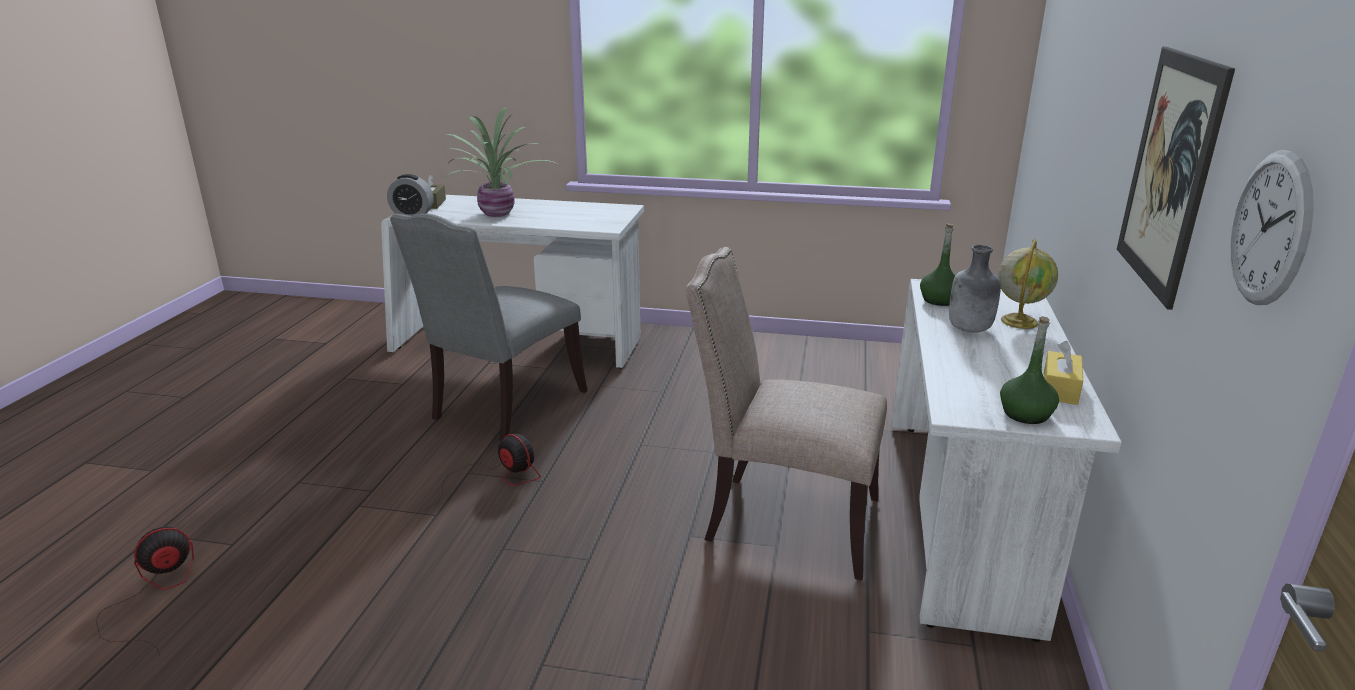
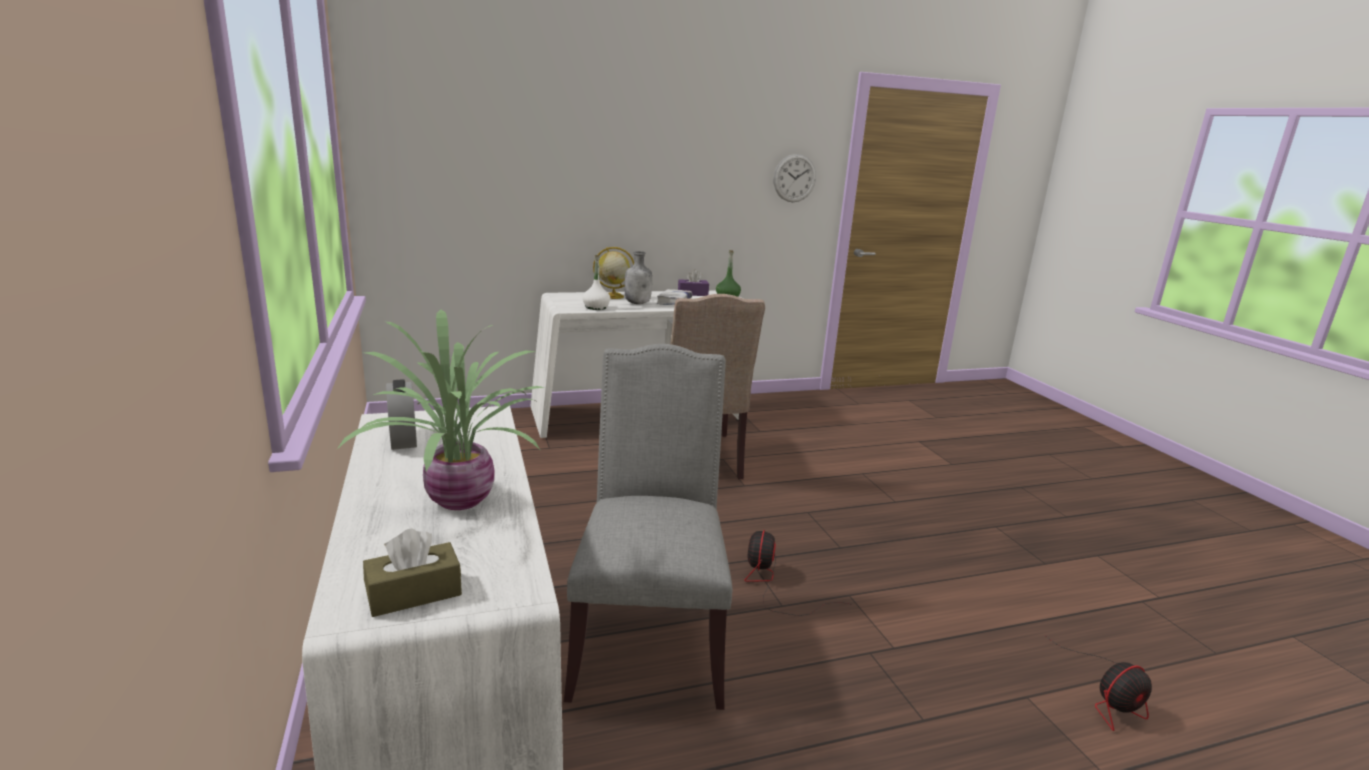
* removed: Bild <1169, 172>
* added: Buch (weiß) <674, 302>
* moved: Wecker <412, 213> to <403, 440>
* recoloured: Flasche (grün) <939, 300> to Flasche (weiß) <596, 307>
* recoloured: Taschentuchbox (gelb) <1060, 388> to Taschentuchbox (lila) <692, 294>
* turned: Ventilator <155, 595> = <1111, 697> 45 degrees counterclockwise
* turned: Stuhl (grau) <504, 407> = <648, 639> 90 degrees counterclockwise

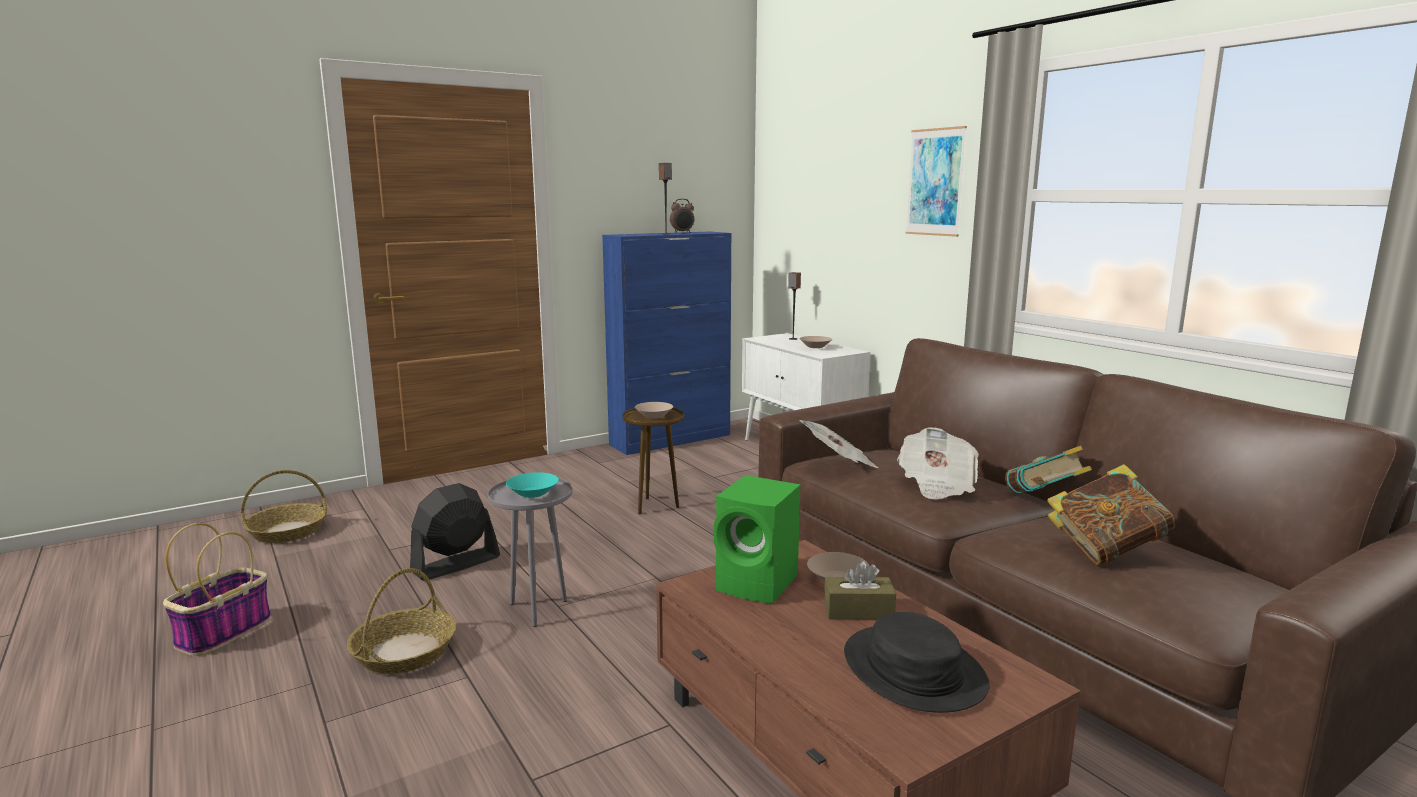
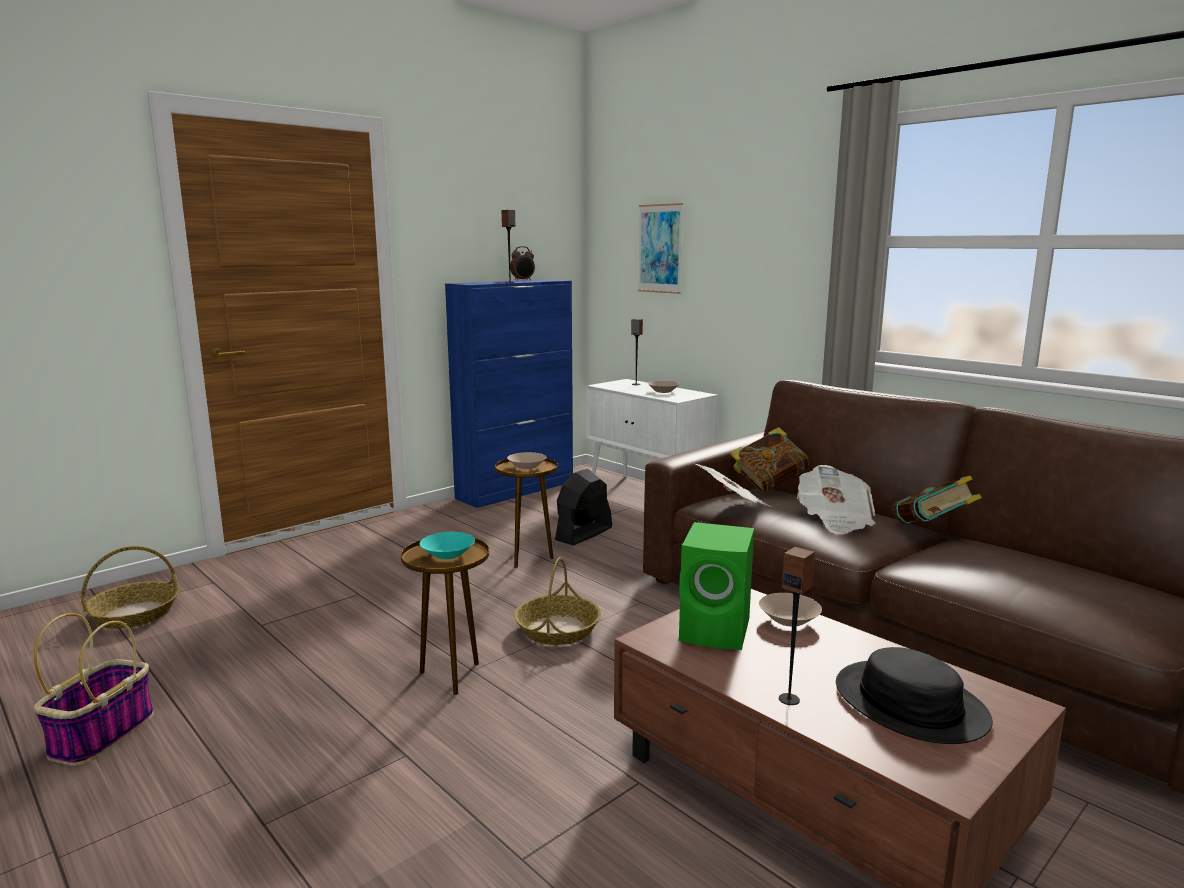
* removed: Taschentuchbox (braun) <858, 610>
* added: Lautsprecher <789, 699>
* moved: Korb <404, 653> to <558, 630>
* moved: Ventilator (schwarz) <455, 564> to <583, 534>
* moved: Bild <935, 182> to <660, 248>
* moved: Buch <1105, 551> to <768, 485>
* recoloured: Beistelltisch (grau) <537, 610> to Beistelltisch (braun) <451, 676>

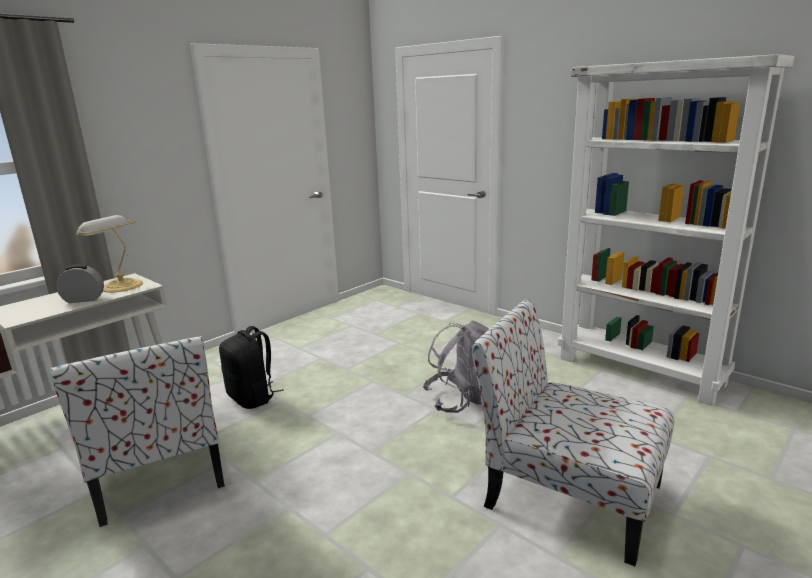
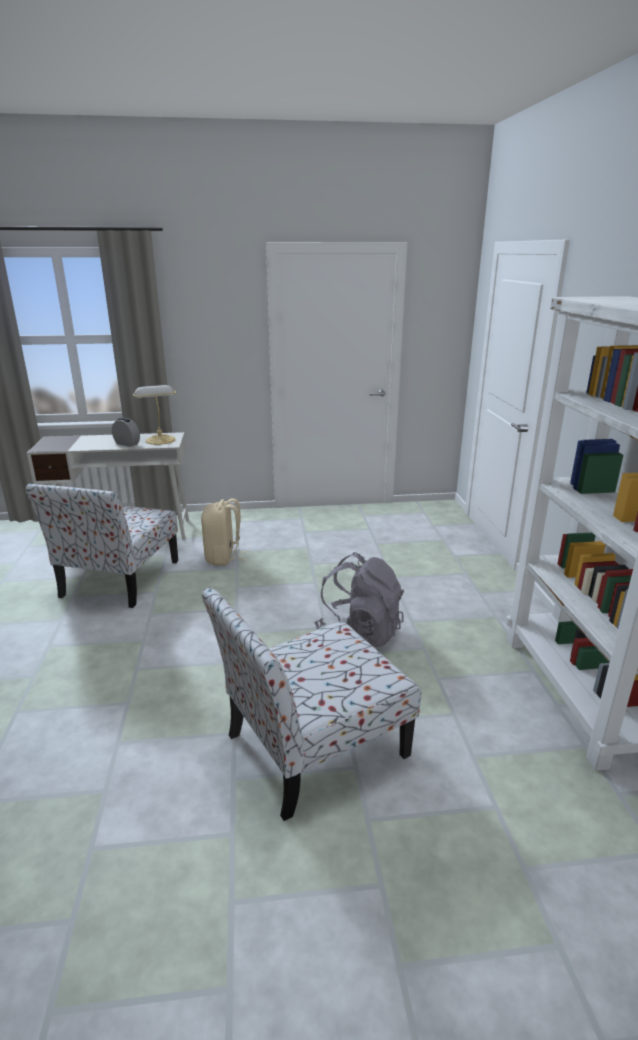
* recoloured: Rucksack (schwarz) <252, 398> to Rucksack (beige) <224, 557>
* turned: Stuhl <568, 494> = <313, 747> 105 degrees counterclockwise

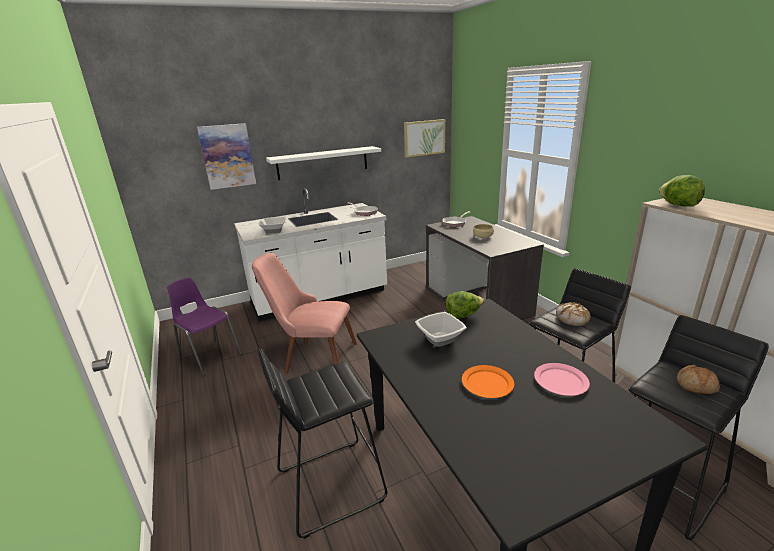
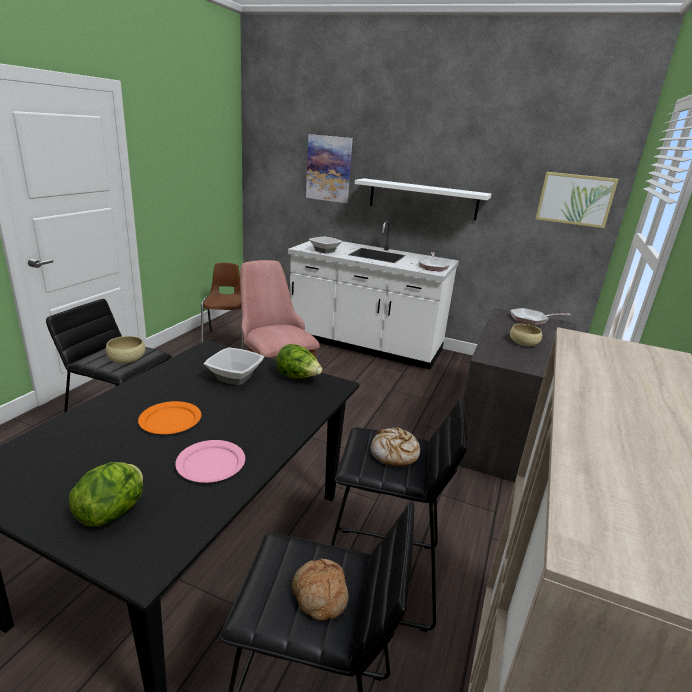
* added: Schüssel (beige) <126, 359>
* moved: Salatkopf <678, 205> to <113, 512>
* recoloured: Stuhl (lila) <210, 356> to Stuhl (braun) <225, 339>

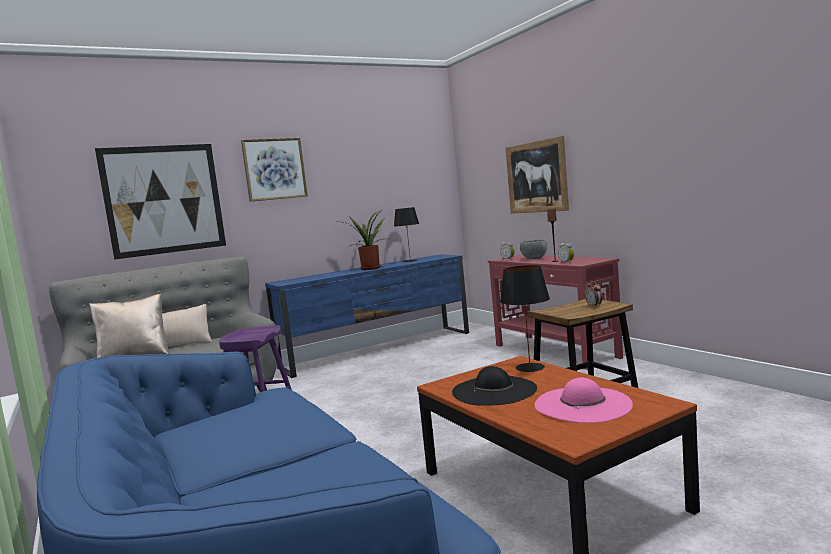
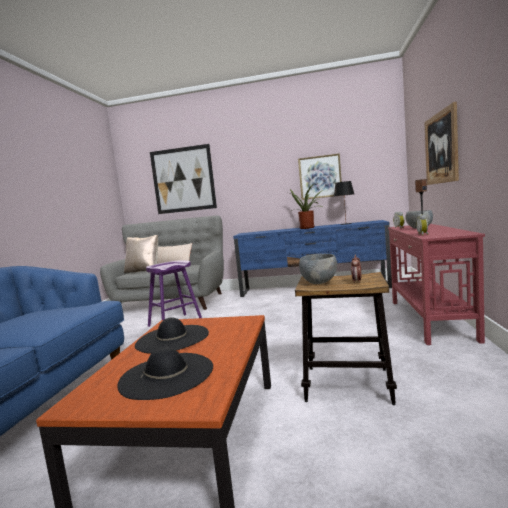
* removed: Tischlampe (schwarz) <530, 367>
* added: Schüssel (grau) <319, 282>
* moved: Bild <274, 169> to <320, 177>
* recoloured: Hut (rosa) <582, 404> to Hut (schwarz) <167, 374>

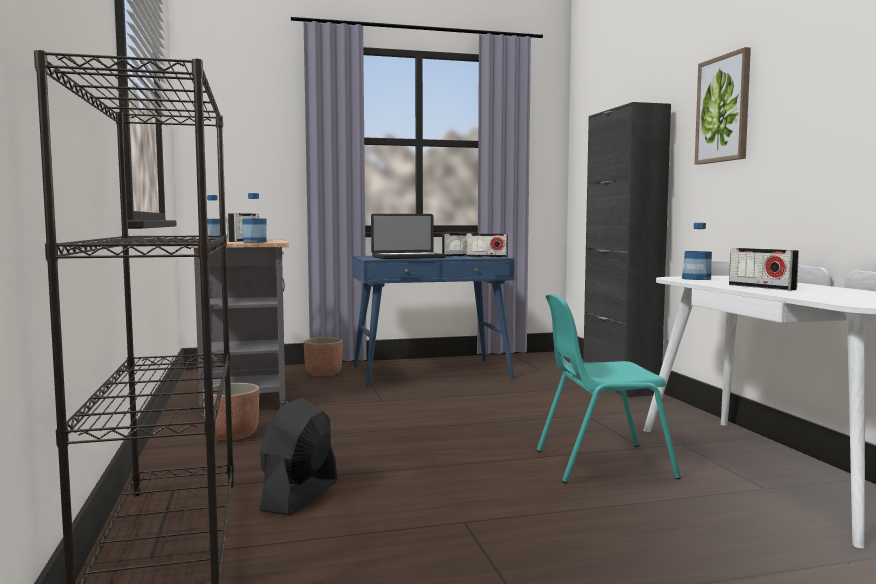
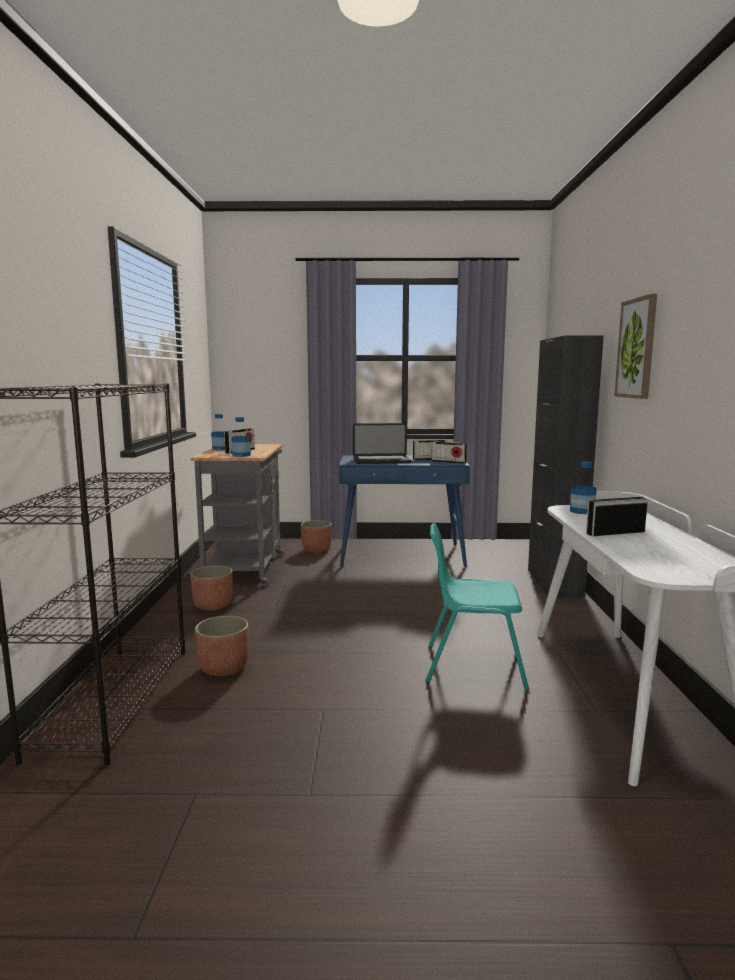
* replaced: Ventilator (schwarz) <300, 495> to Pflanzkübel <223, 668>
* turned: Radio <761, 287> = <615, 533> 90 degrees clockwise

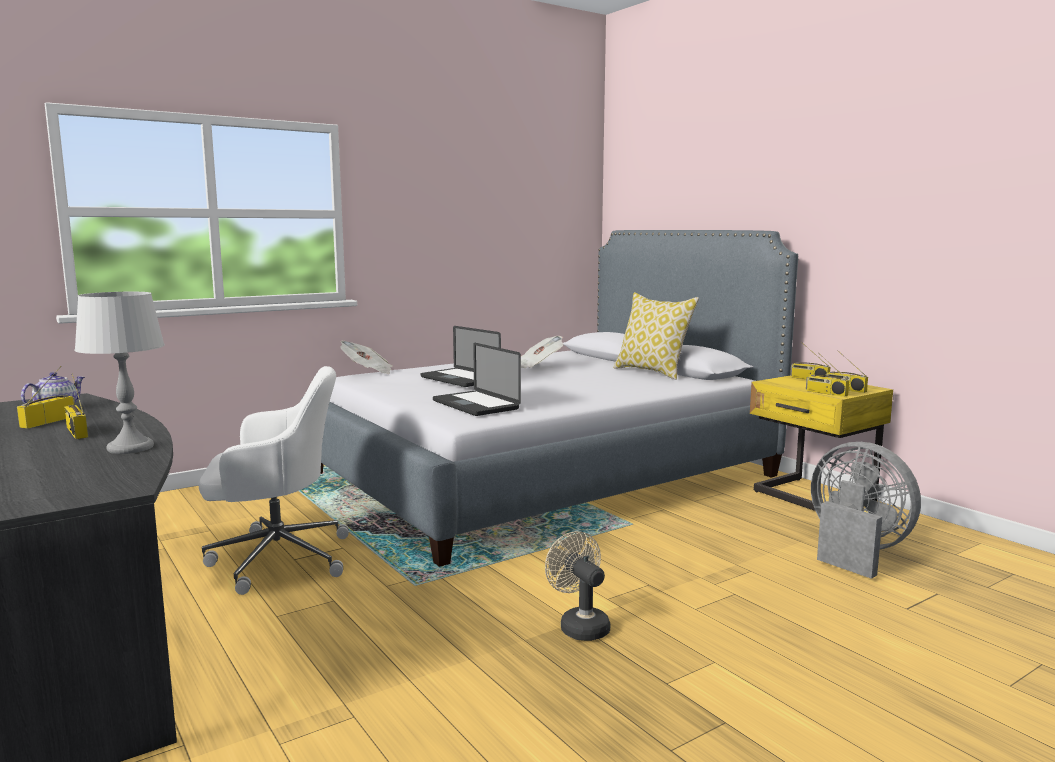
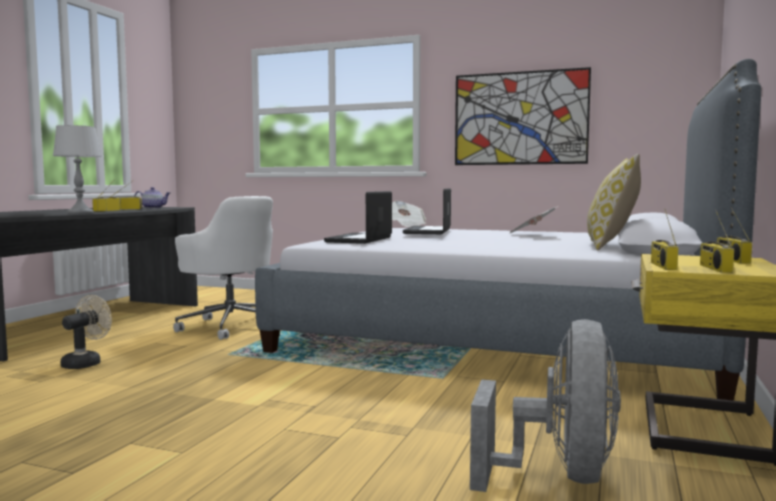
* added: Bild <520, 118>
* moved: Ventilator (beige) <580, 625> to <86, 363>

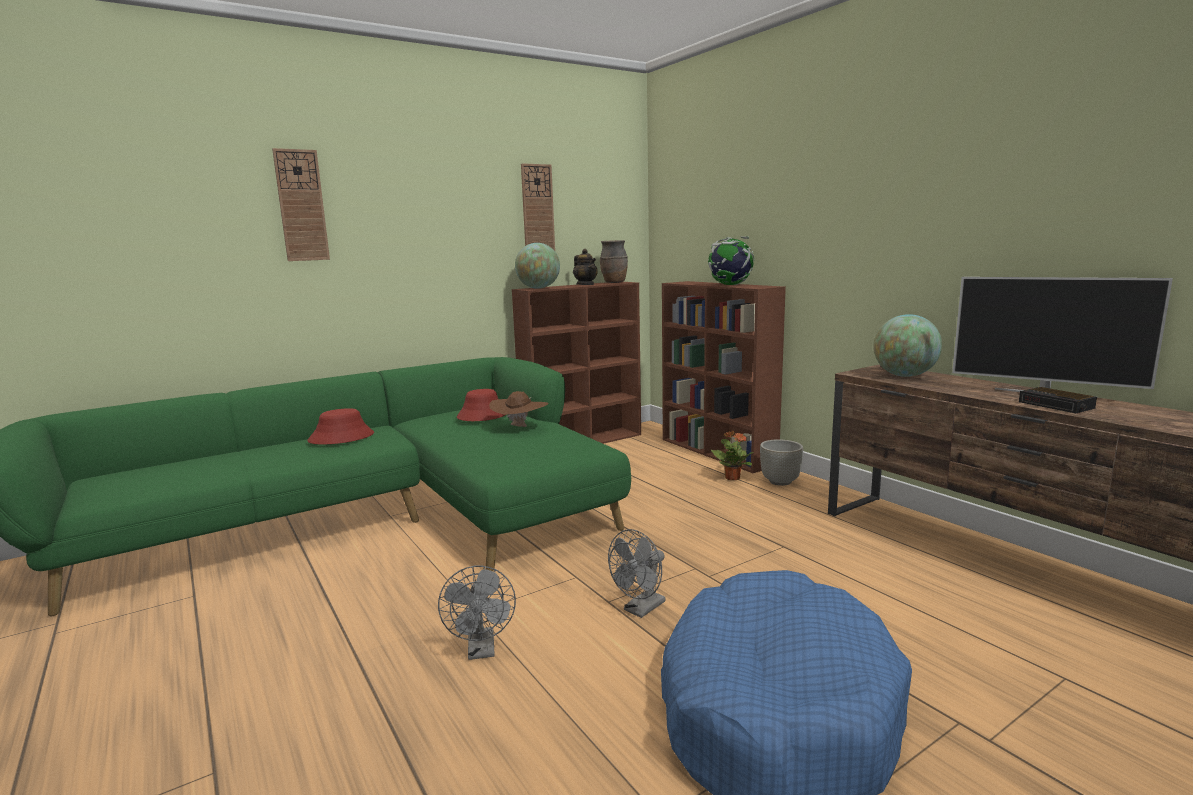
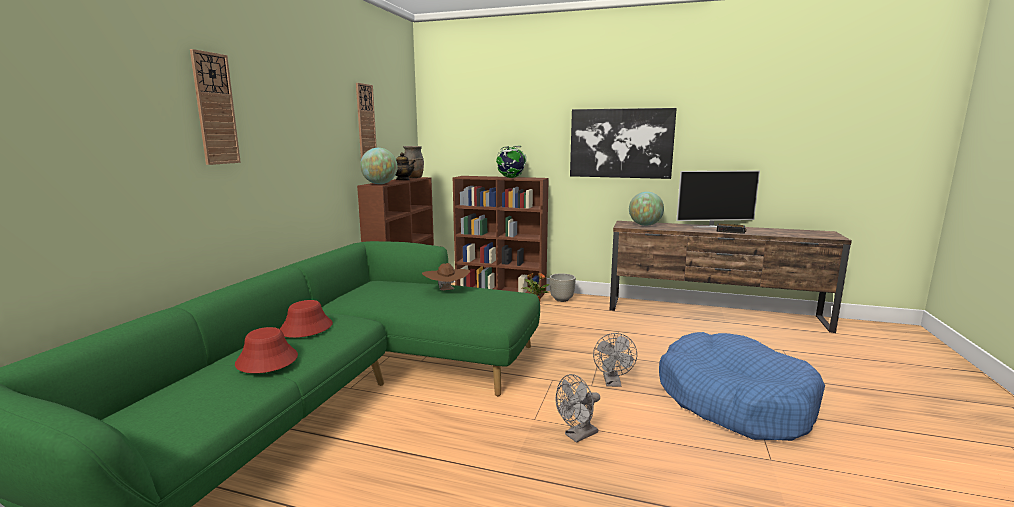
* added: Bild <621, 143>
* moved: Hut (rot) <482, 416> to <266, 360>
* turned: Ventilator (grau) <482, 650> = <577, 436> 105 degrees clockwise

